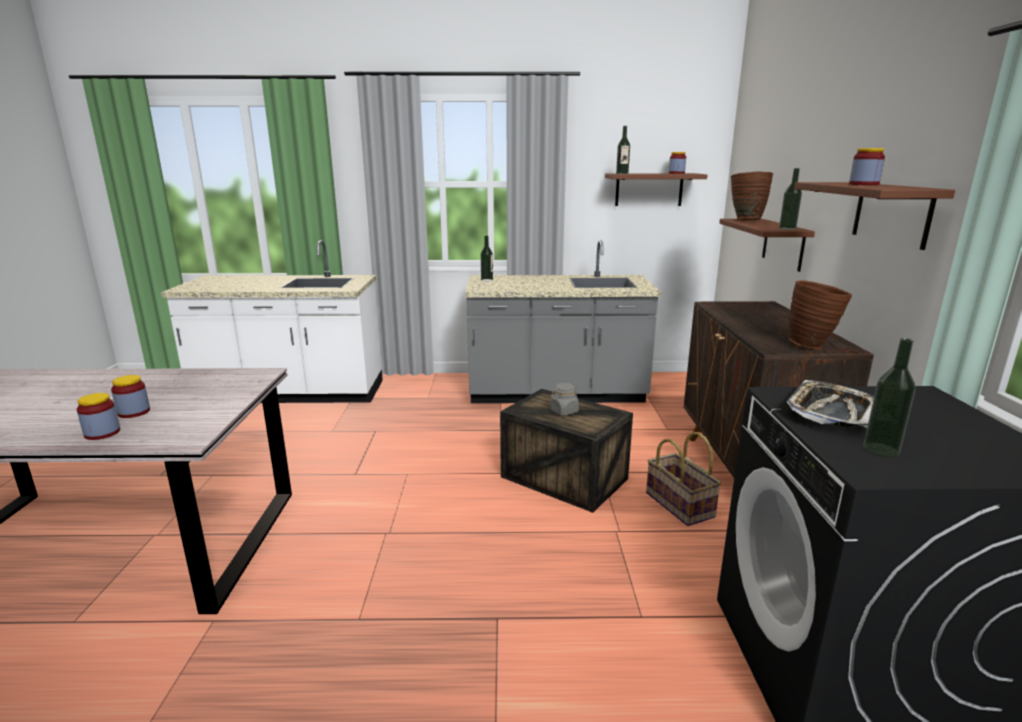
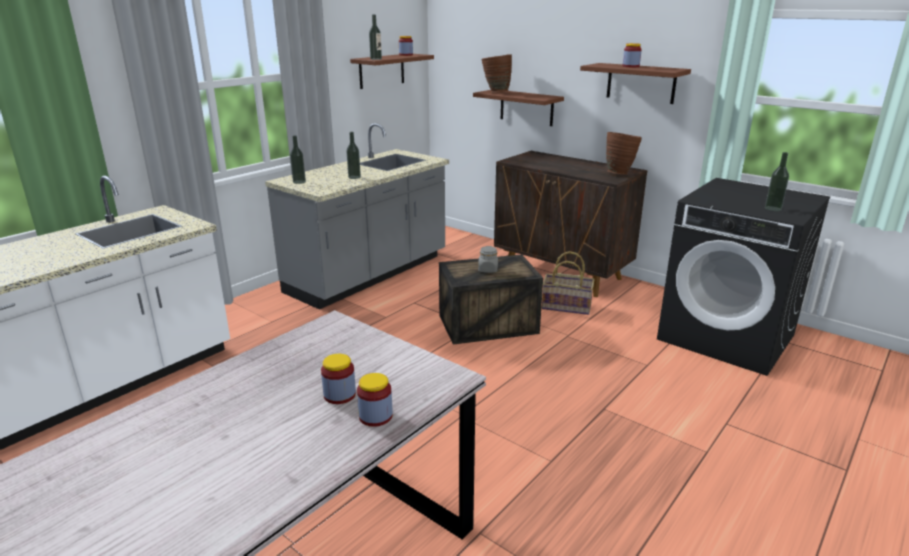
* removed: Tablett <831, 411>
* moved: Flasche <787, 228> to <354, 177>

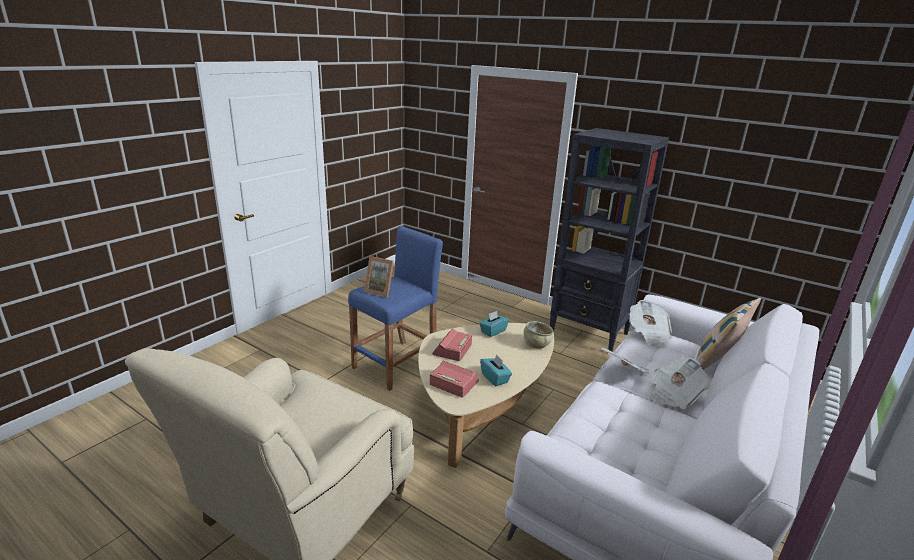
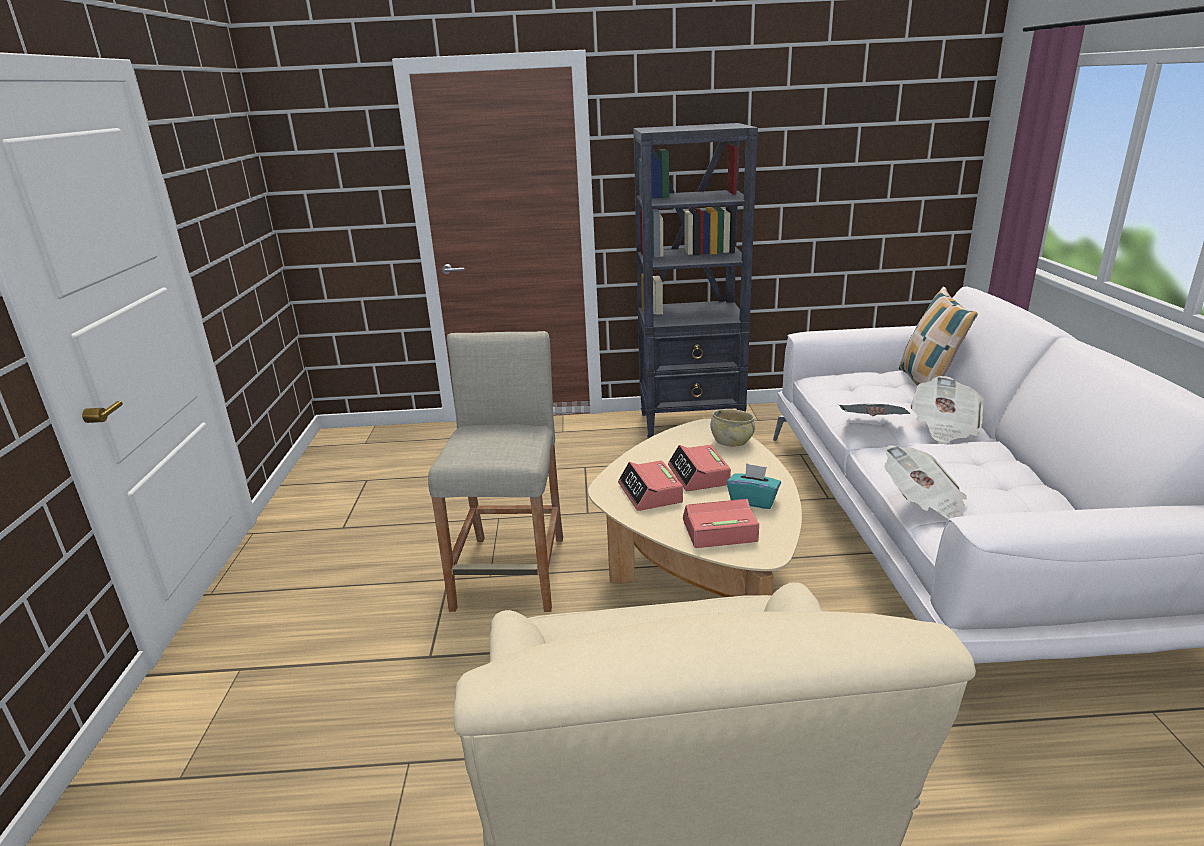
* removed: Bilderrahmen <380, 291>
* removed: Taschentuchbox (türkis) <493, 331>
* added: Wecker <698, 476>
* moved: Zeitung <648, 333> to <923, 503>
* recoloured: Hocker (blau) <396, 364> to Hocker (beige) <511, 572>

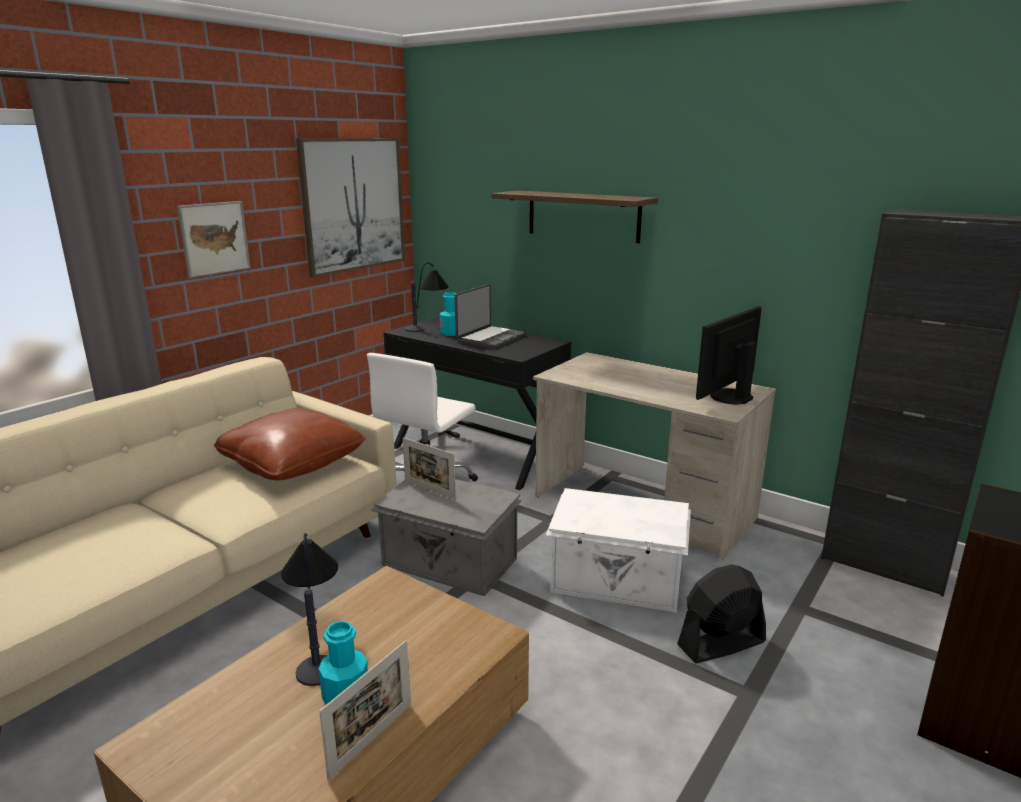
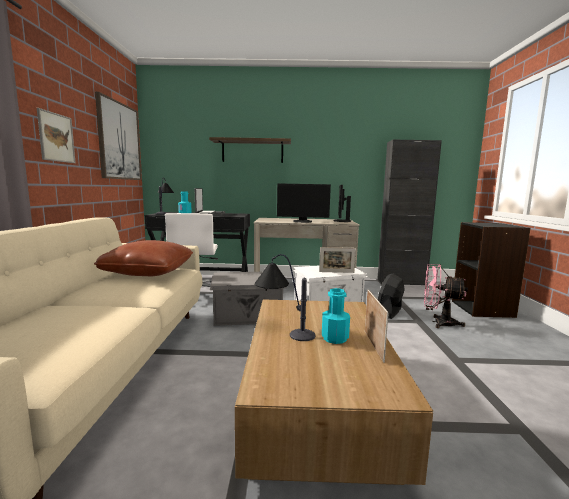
* added: Monitor <302, 221>
* added: Ventilator (rosa) <438, 322>
* moved: Bilderrahmen <429, 489> to <336, 272>

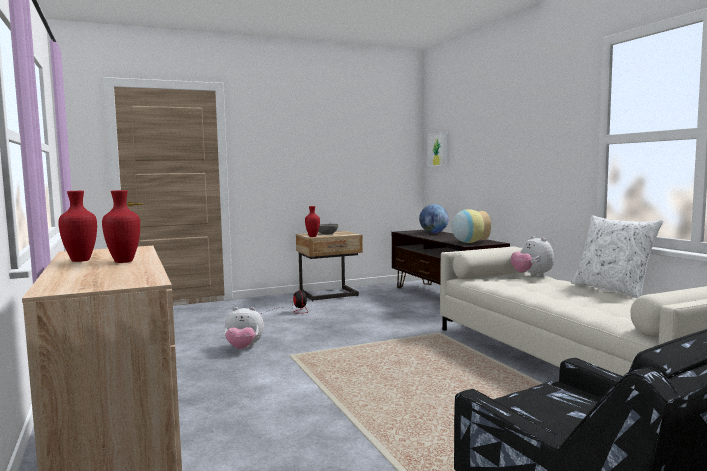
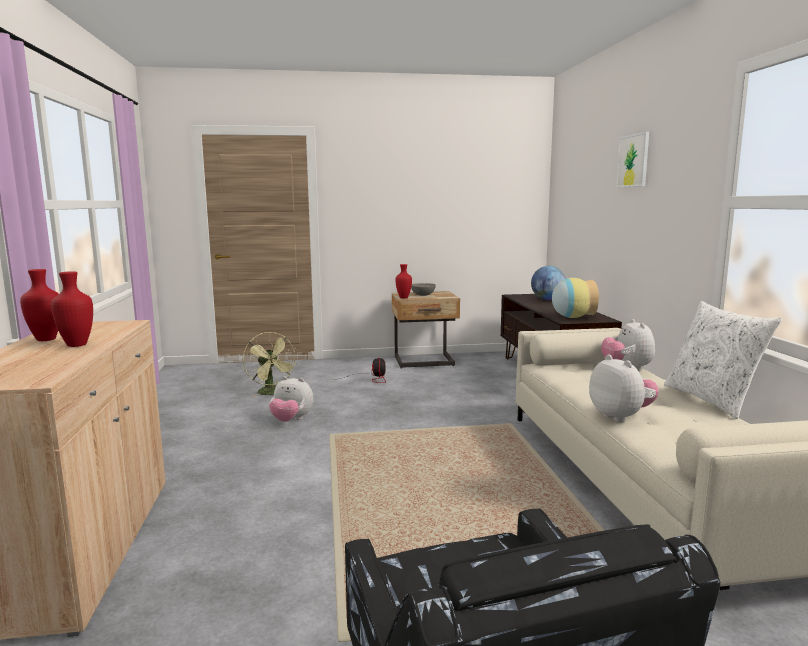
* added: Ventilator (grün) <272, 393>
* added: Plüschtier <621, 417>
* moved: Bild <438, 149> to <633, 161>

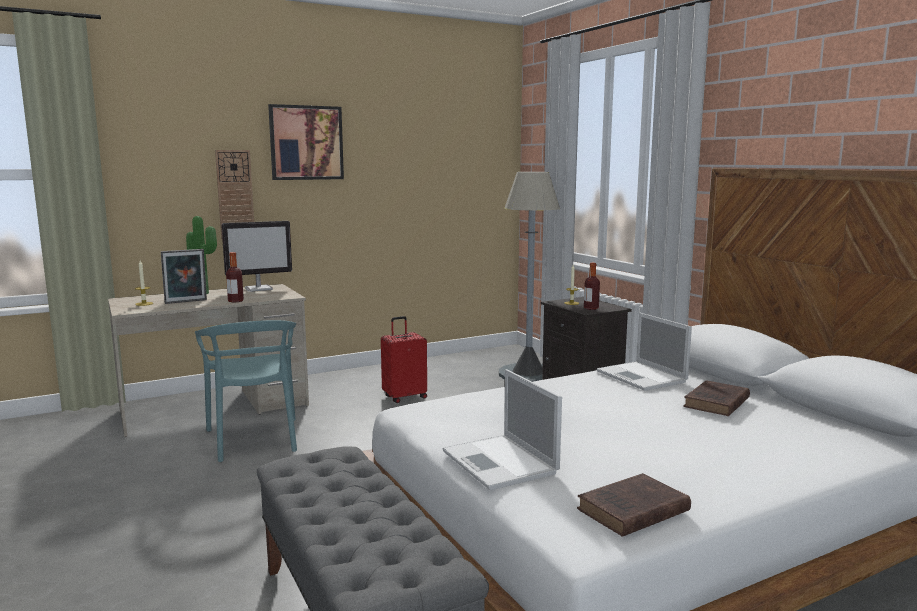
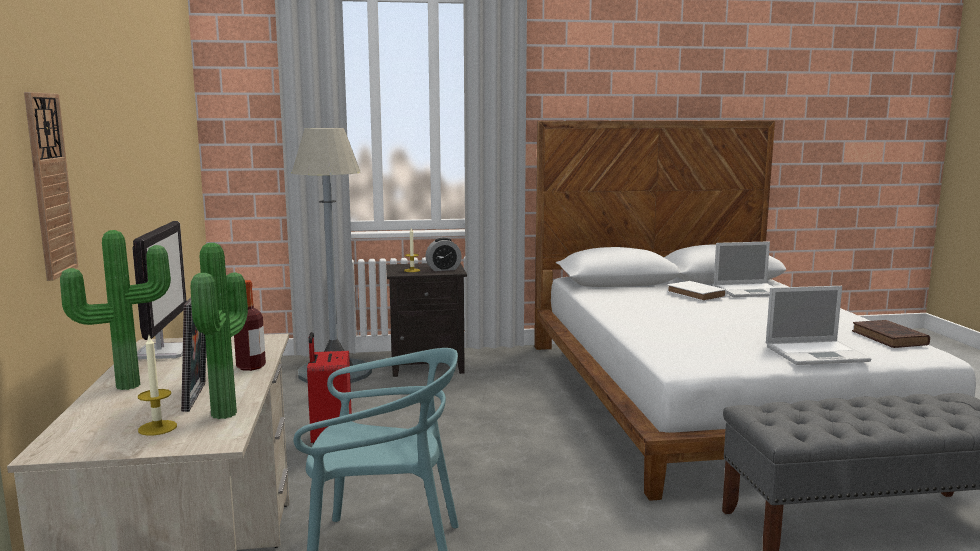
* removed: Bild <306, 143>
* added: Topfpflanze <229, 414>
* moved: Laptop <642, 377> to <751, 291>
* replaced: Flasche <591, 308> to Wecker <443, 269>
* recoloured: Buch (braun) <716, 403> to Buch (weiß) <697, 295>

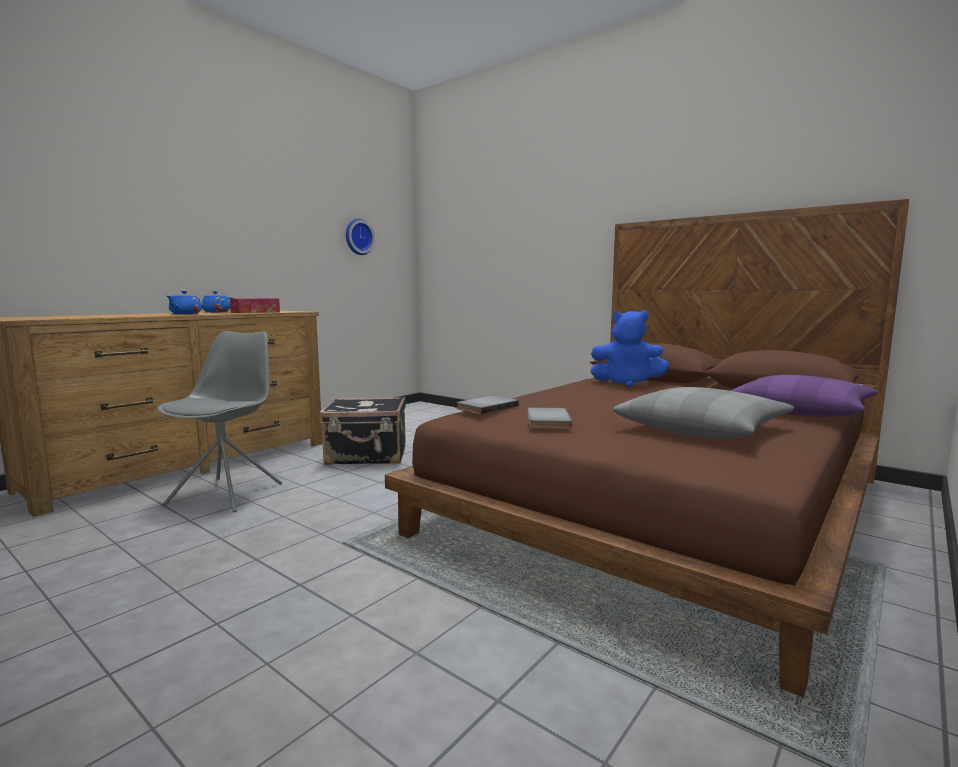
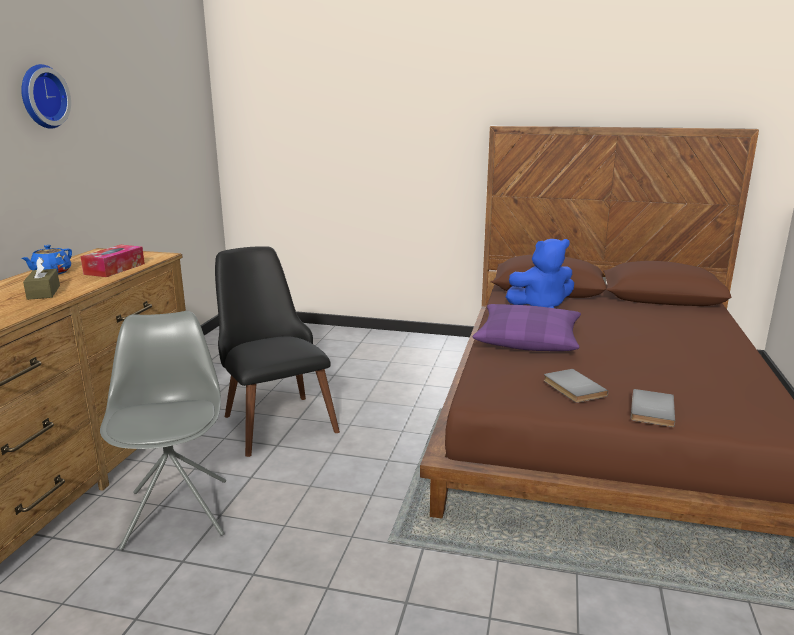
* removed: Kissen (grau) <702, 429>
* moved: Wanduhr <358, 237> to <41, 96>
* moved: Buch (grau) <486, 407> to <649, 410>
* moved: Kissen (lila) <801, 410> to <528, 339>
* replaced: Teekanne (blau) <185, 314> to Taschentuchbox (braun) <43, 292>
* replaced: Koffer (schwarz) <367, 456> to Stuhl (schwarz) <273, 417>

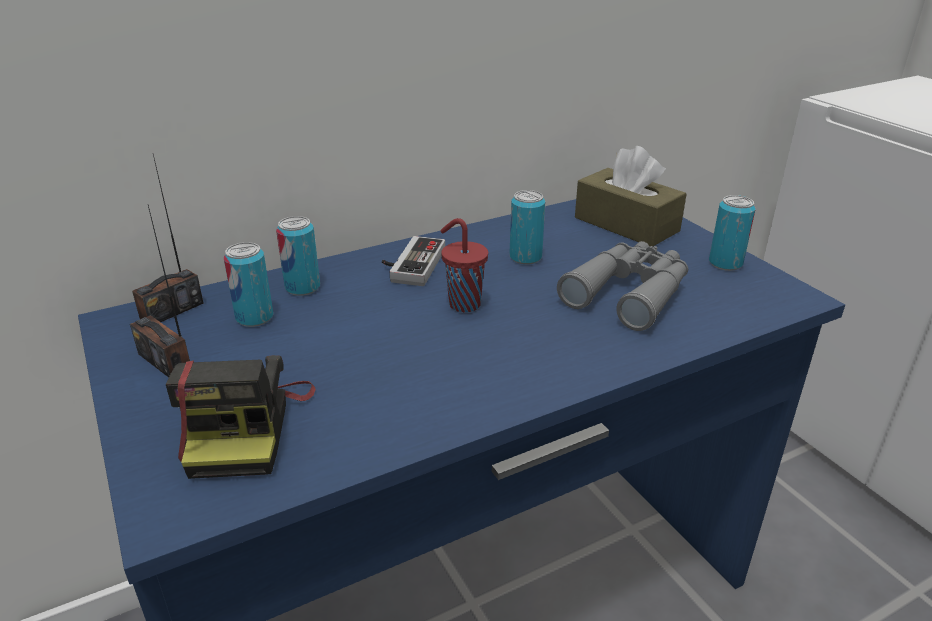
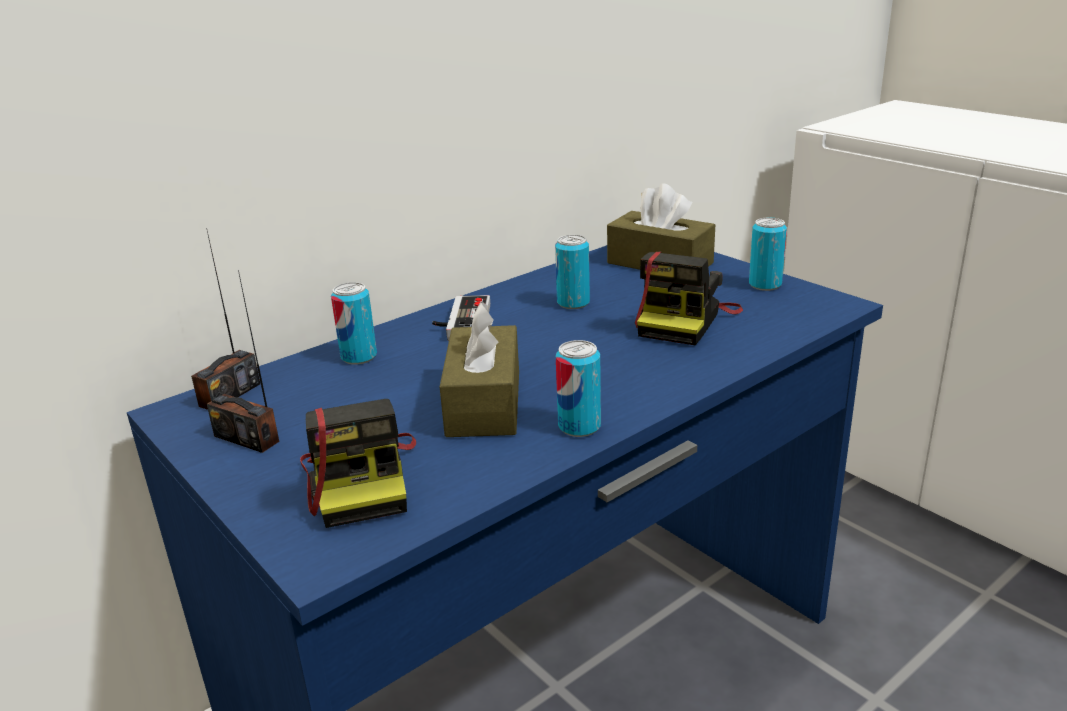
* removed: Tasse (rot) <462, 304>
* added: Taschentuchbox (braun) <484, 403>
* moved: Dose <254, 317> to <579, 427>
* replaced: Fernglas (grau) <629, 293> to Kamera <685, 320>

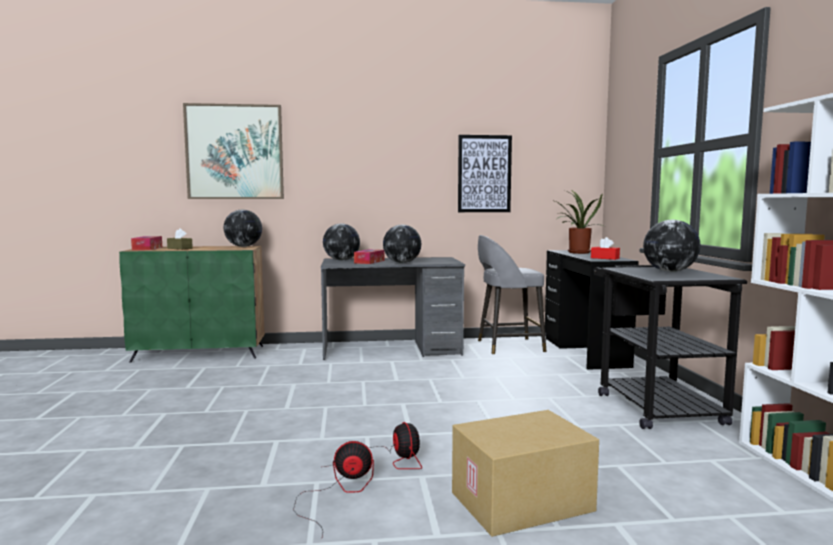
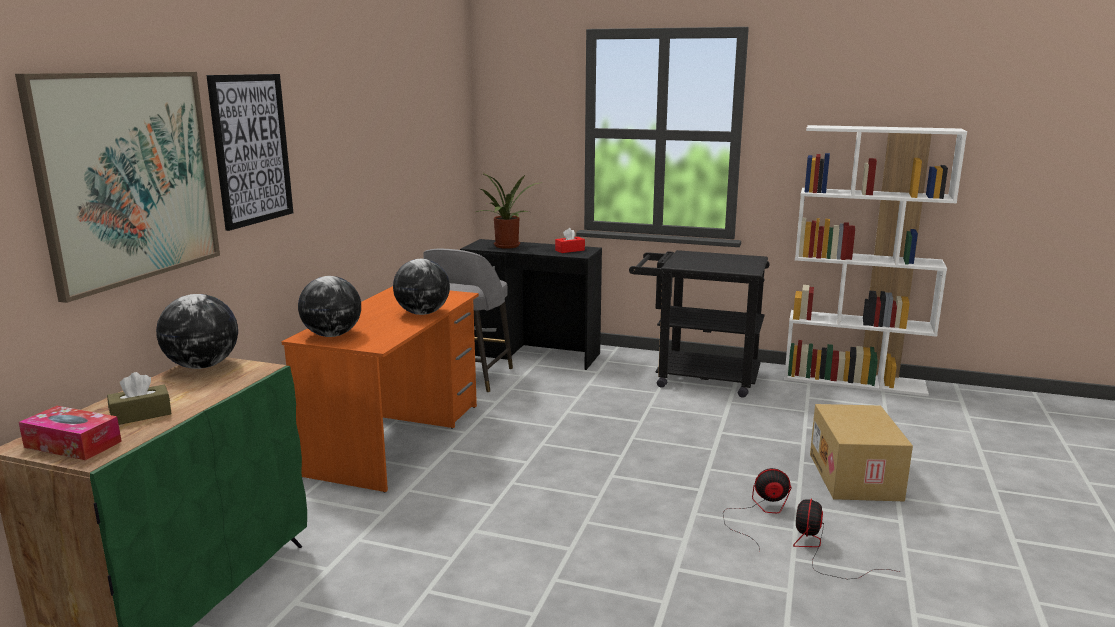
* removed: Taschentuchbox <369, 262>
* removed: Globus <669, 271>
* moved: Bild <484, 174> to <251, 149>
* recoloured: Schreibtisch (grau) <391, 349> to Schreibtisch (orange) <396, 439>

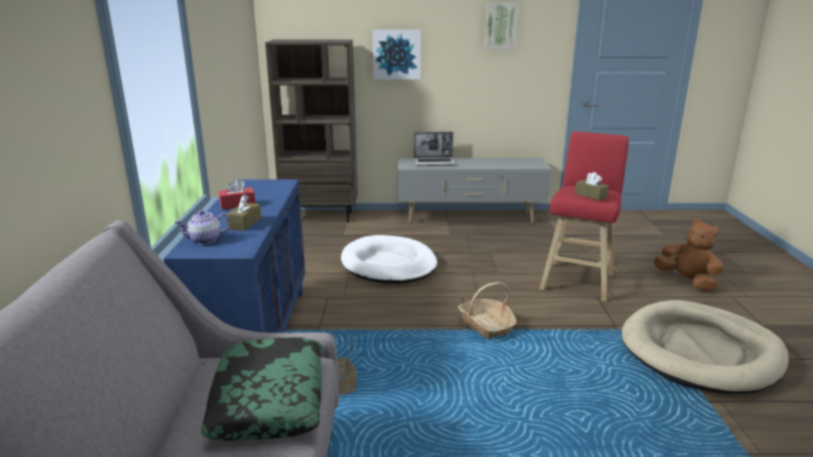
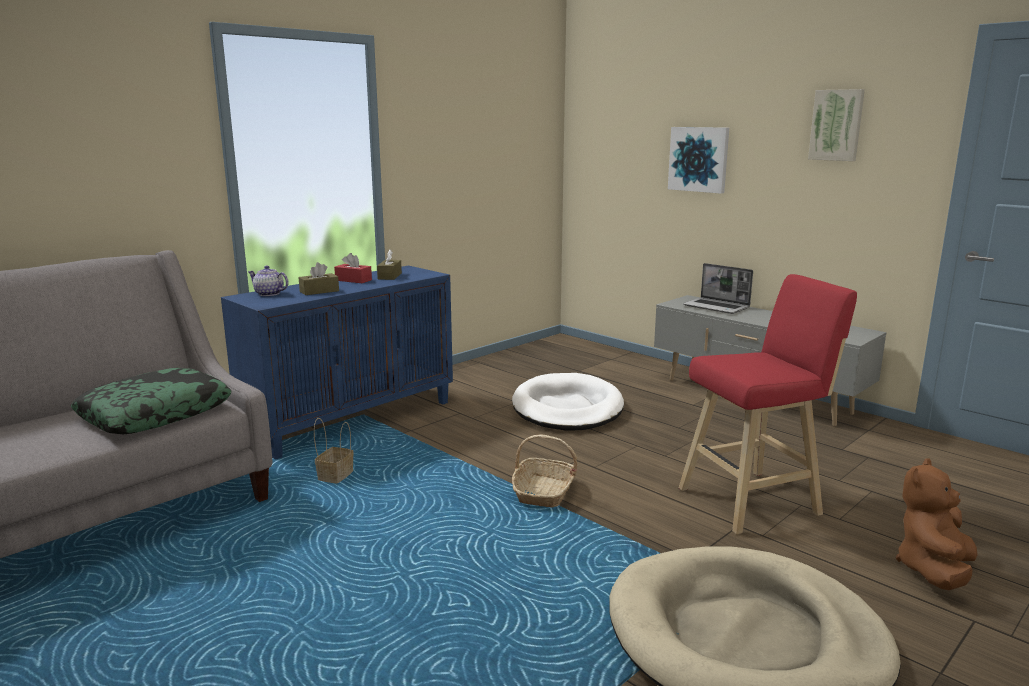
* removed: Bücherregal (braun) <321, 217>
* moved: Taschentuchbox (braun) <590, 195> to <389, 276>
* turned: Plüschtier (braun) <687, 281> = <933, 571> 150 degrees counterclockwise

